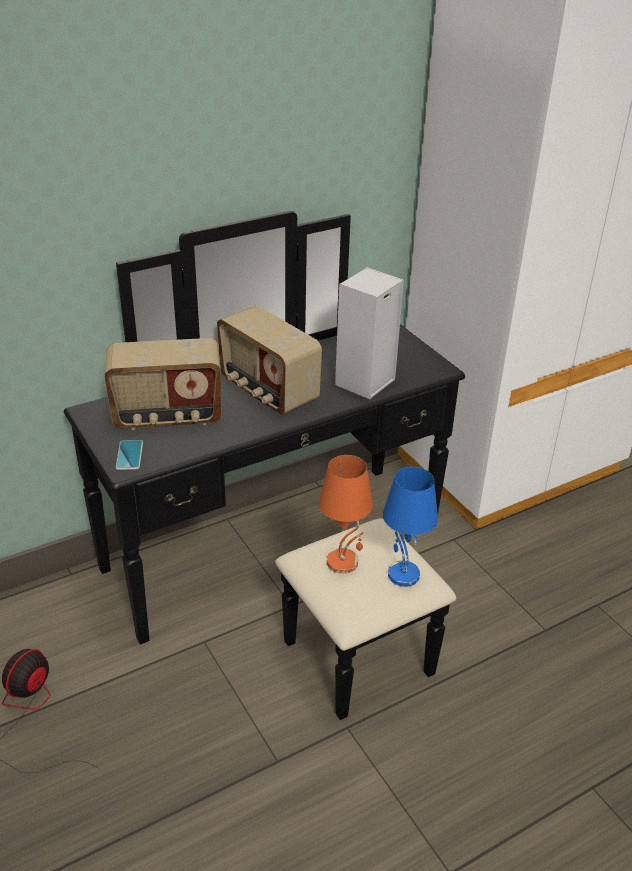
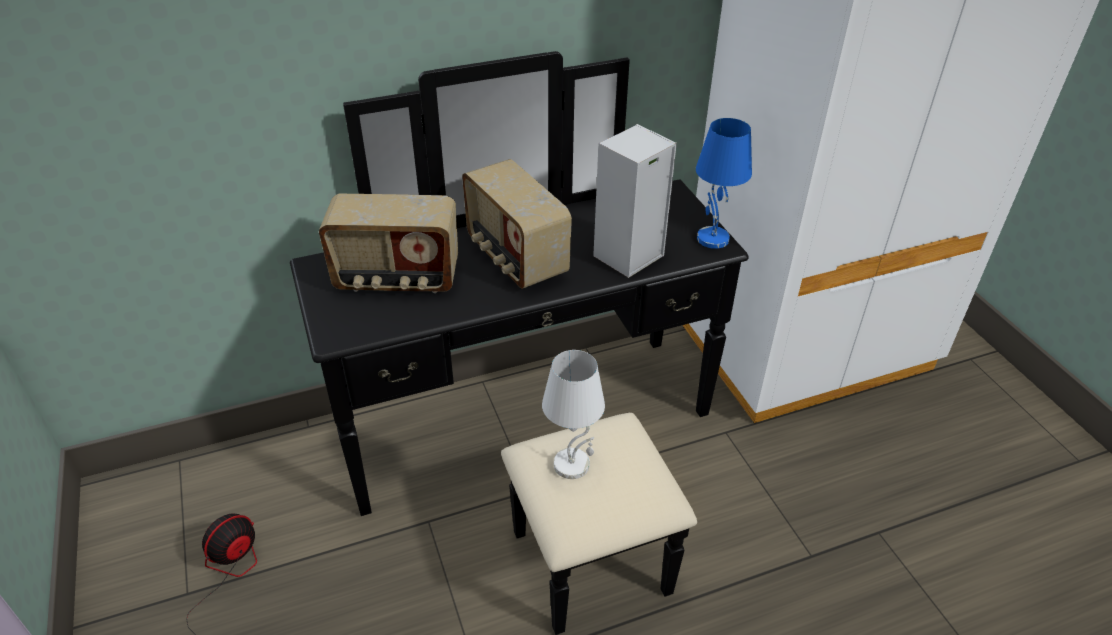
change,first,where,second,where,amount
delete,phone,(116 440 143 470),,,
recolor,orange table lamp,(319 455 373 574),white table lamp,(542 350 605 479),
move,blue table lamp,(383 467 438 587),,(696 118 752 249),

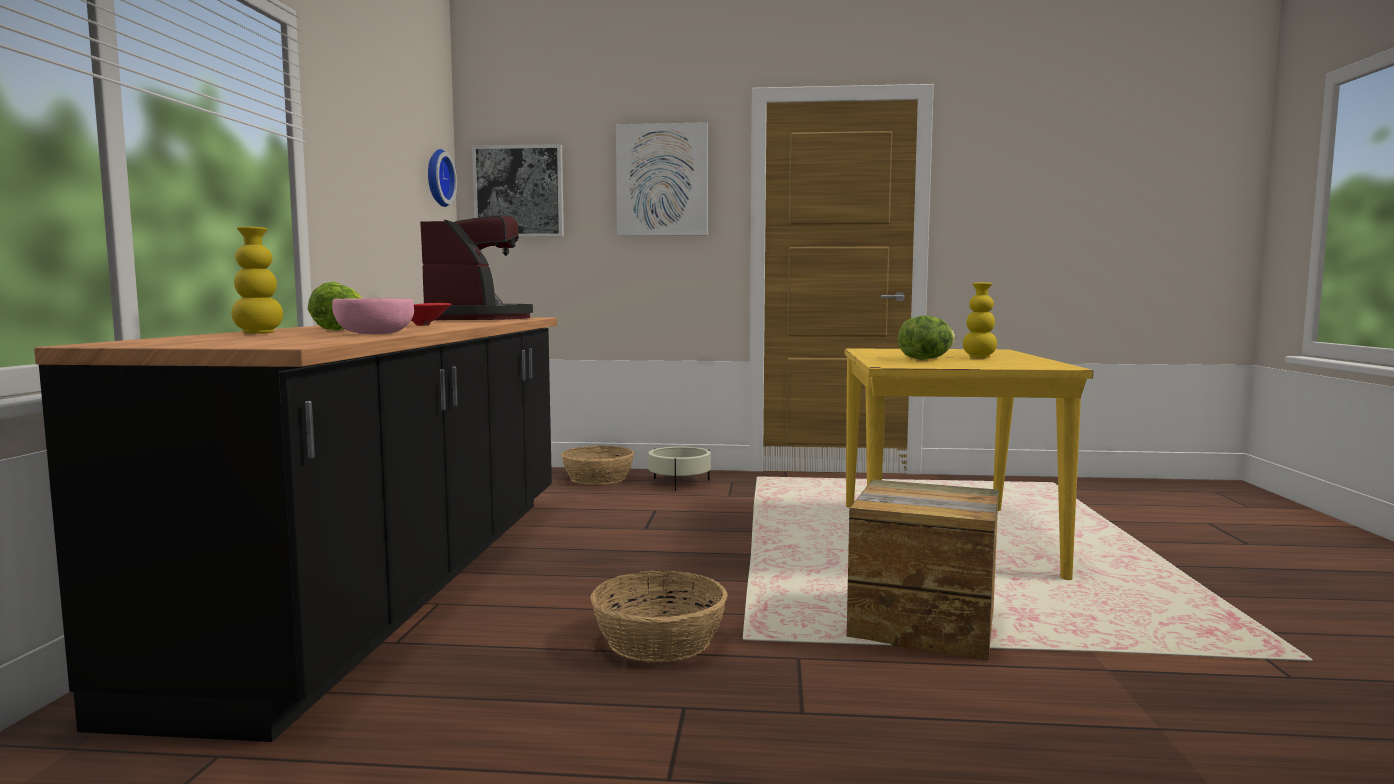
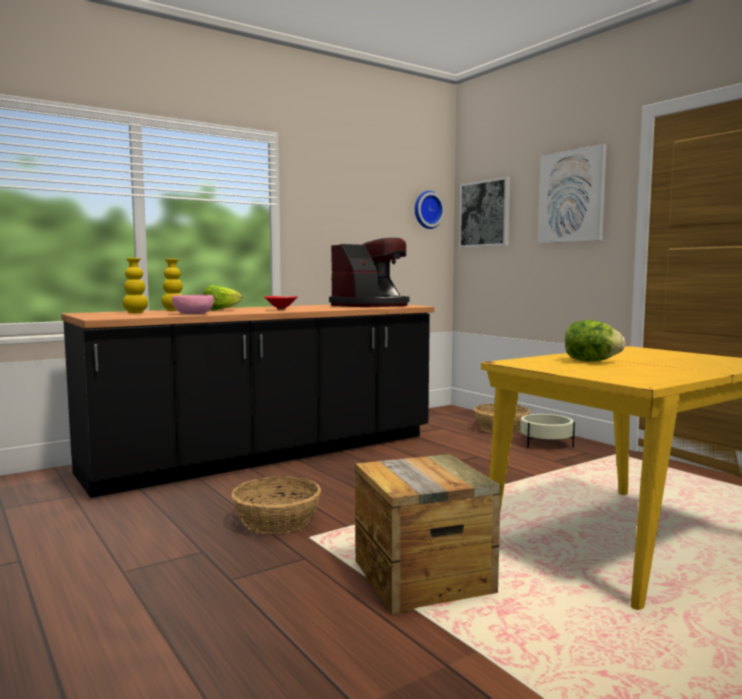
change,first,where,second,where,amount
move,yellow vase,(963 282 997 358),,(123 258 148 313),

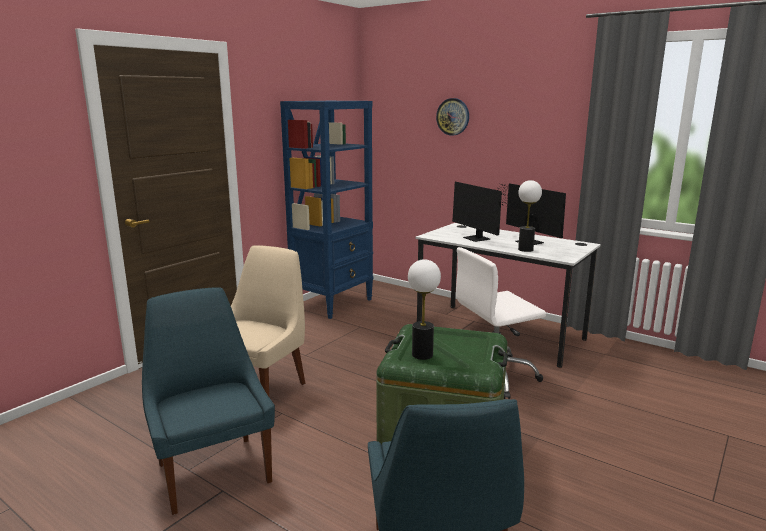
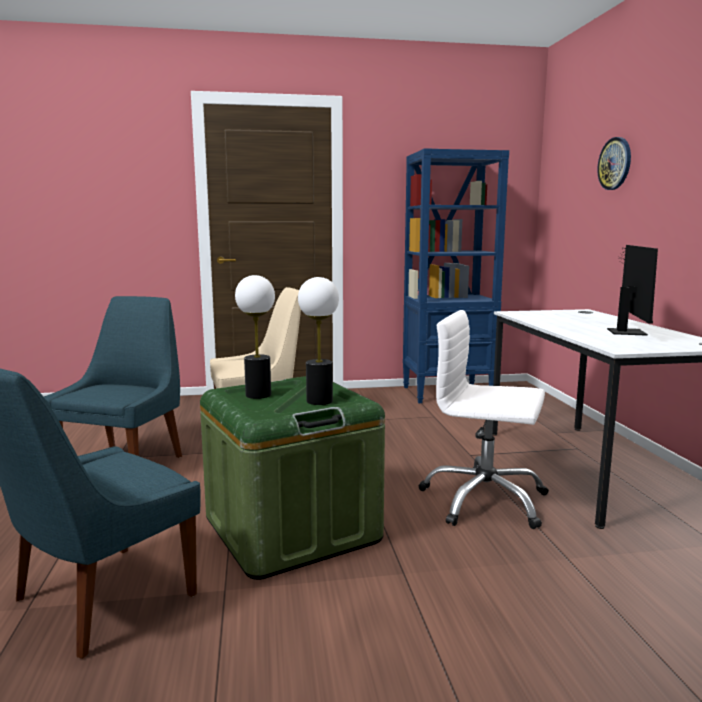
change,first,where,second,where,amount
delete,monitor,(452 182 518 242),,,
move,table lamp,(518 180 542 252),,(298 277 339 405),

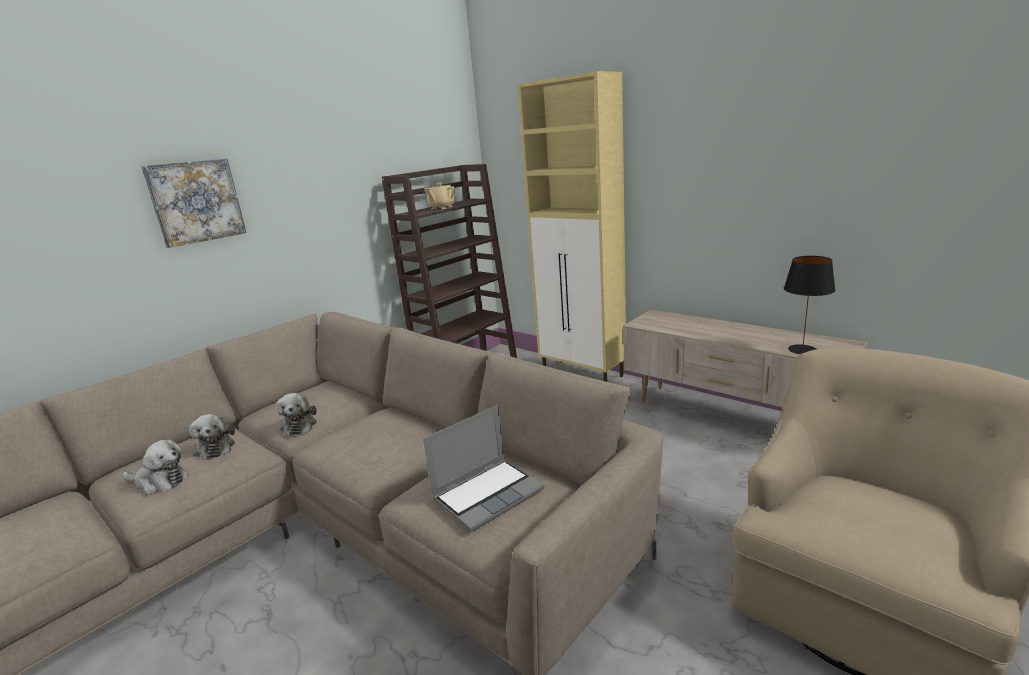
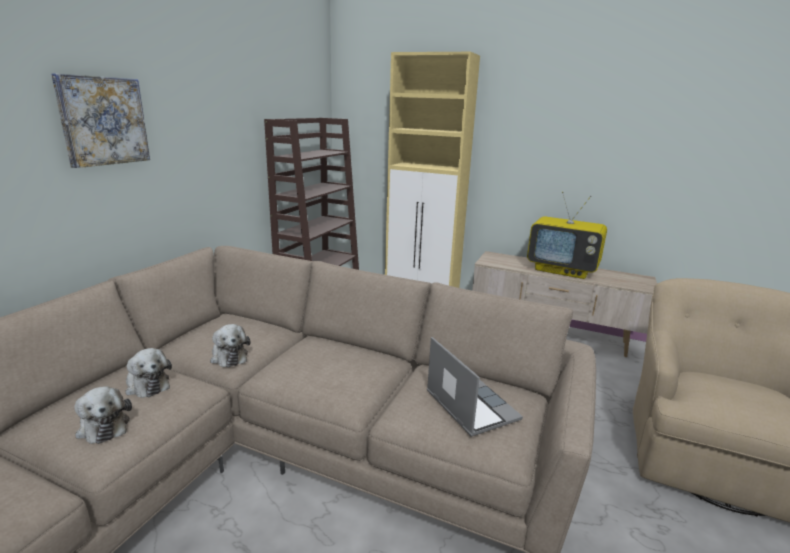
change,first,where,second,where,amount
rotate,plush toy,(122 439 189 495),,(74 386 132 444),60 degrees clockwise
rotate,laptop,(423 405 544 532),,(427 337 523 437),60 degrees counterclockwise
delete,beige teapot,(424 183 455 209),,,
delete,black table lamp,(784 256 836 354),,,
insert,,,television,(527 192 607 279),

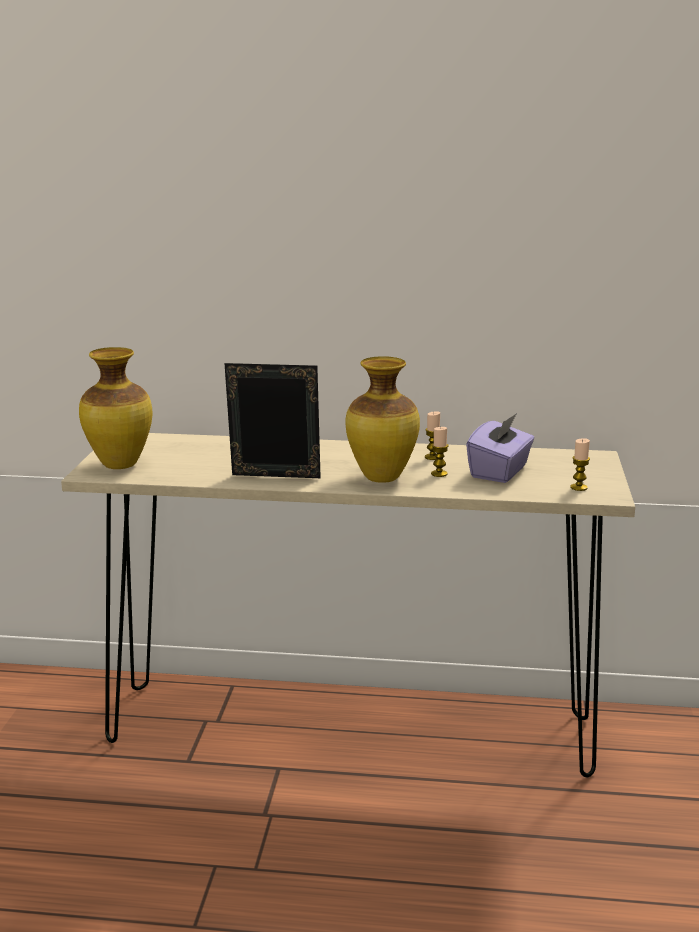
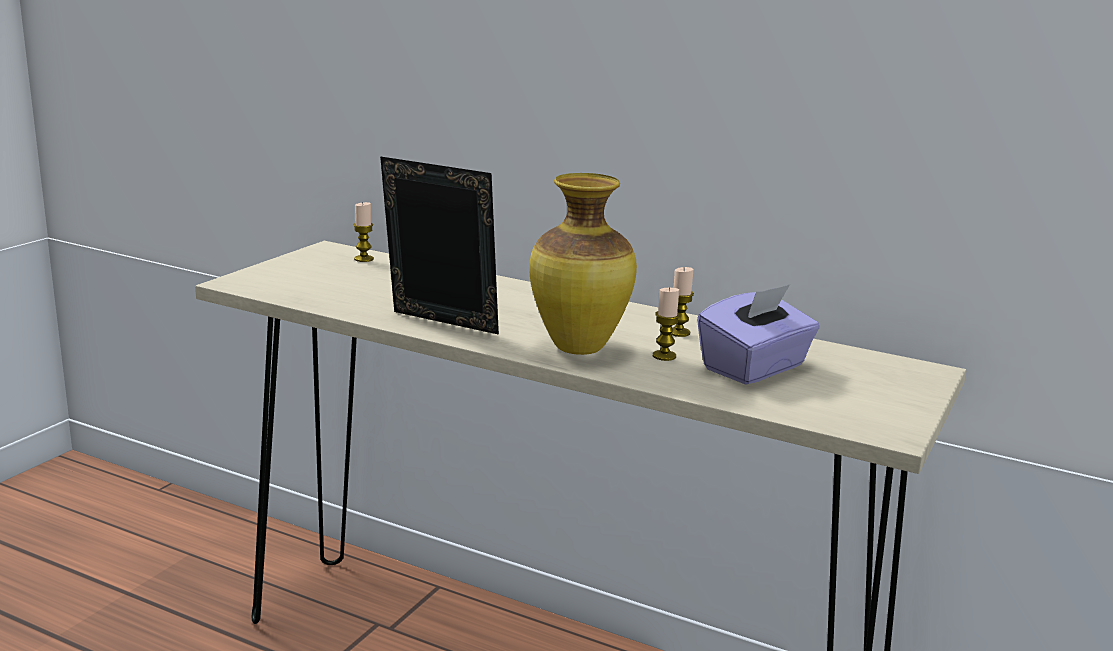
change,first,where,second,where,amount
delete,vase,(79 347 152 469),,,
move,candle,(570 438 590 491),,(353 202 374 262),

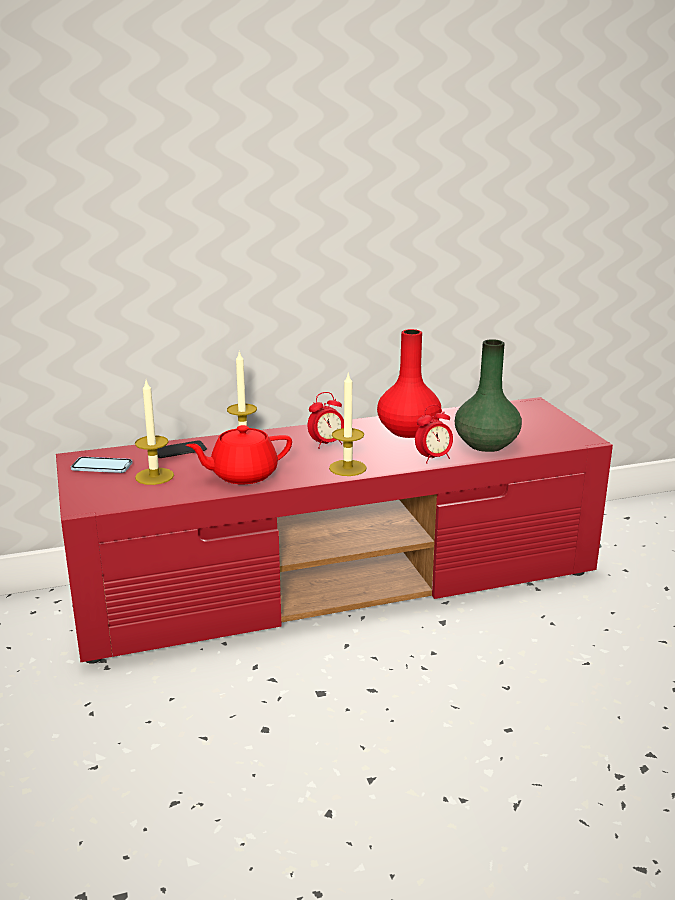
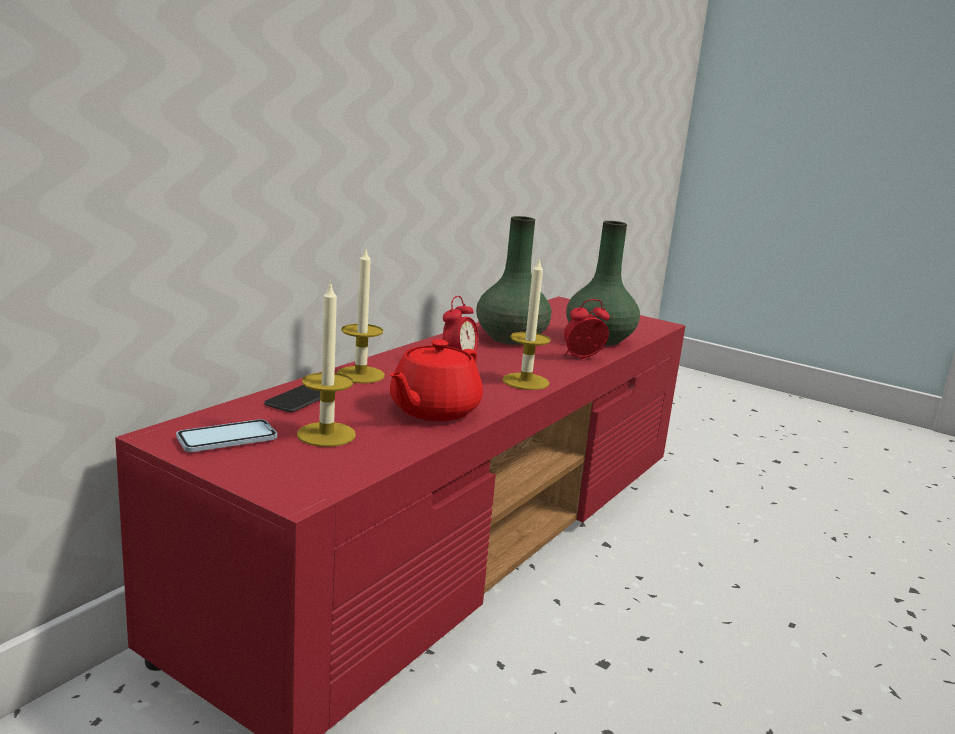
change,first,where,second,where,amount
recolor,red vase,(377 329 441 438),green vase,(476 216 551 345),
rotate,alarm clock,(415 405 453 463),,(564 299 610 360),135 degrees counterclockwise

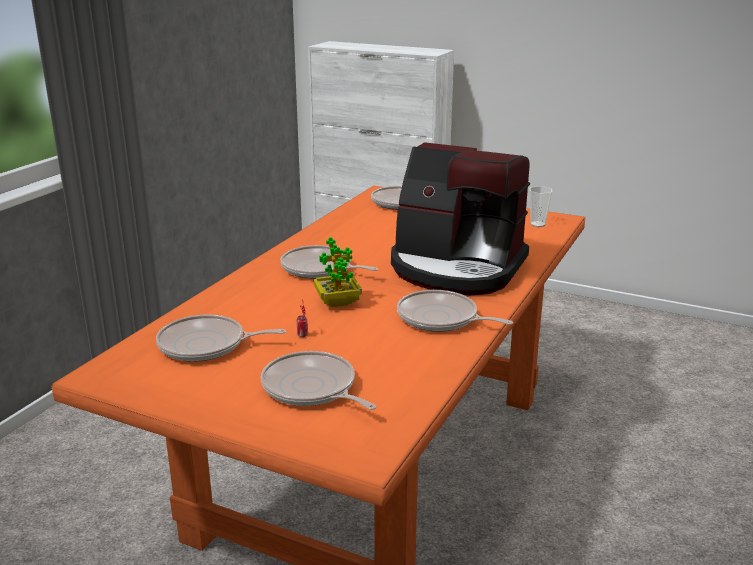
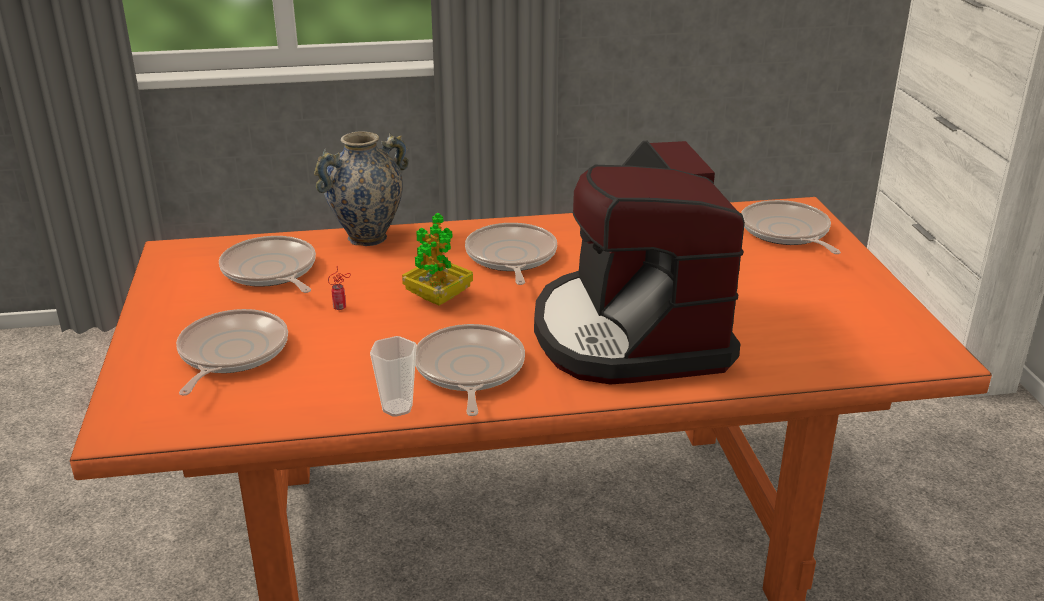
change,first,where,second,where,amount
move,cup,(530 186 552 227),,(370 336 417 417),
insert,,,vase,(314 131 409 246),

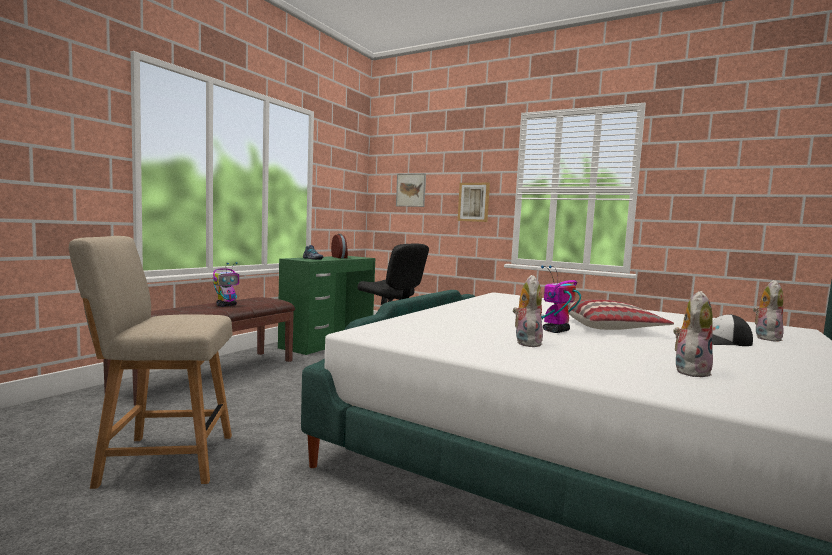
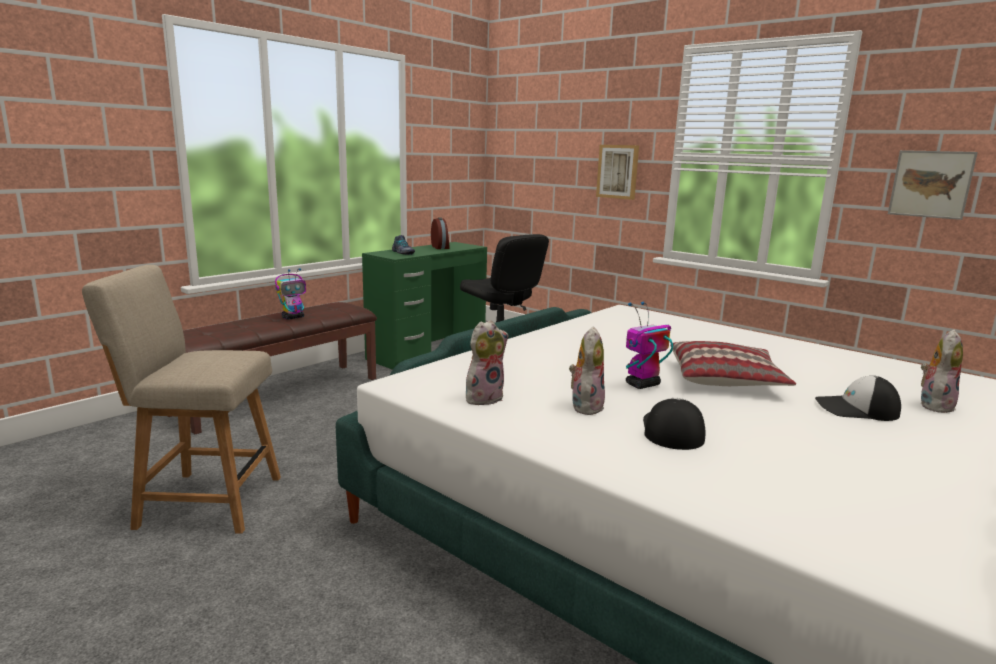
change,first,where,second,where,amount
move,picture,(396 173 426 207),,(888 150 978 220),
move,plush toy,(673 291 713 377),,(466 320 508 405),
insert,,,cap,(643 398 705 450),

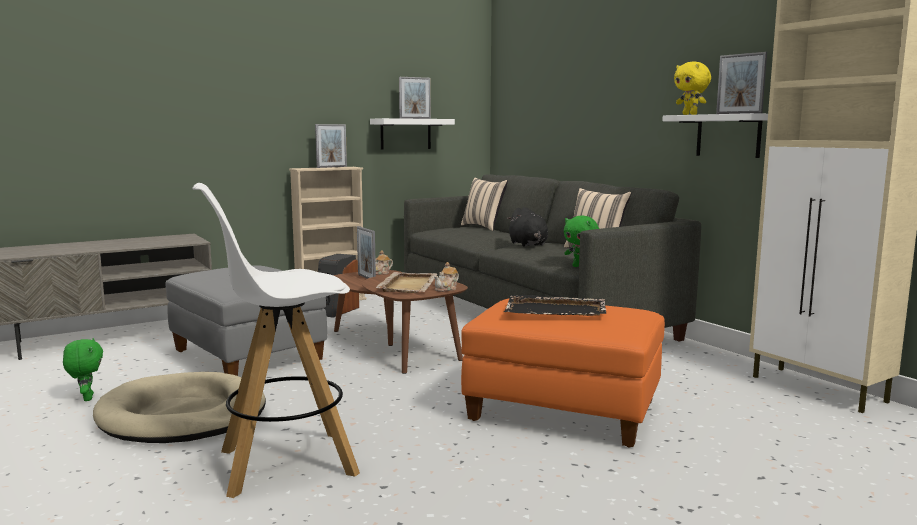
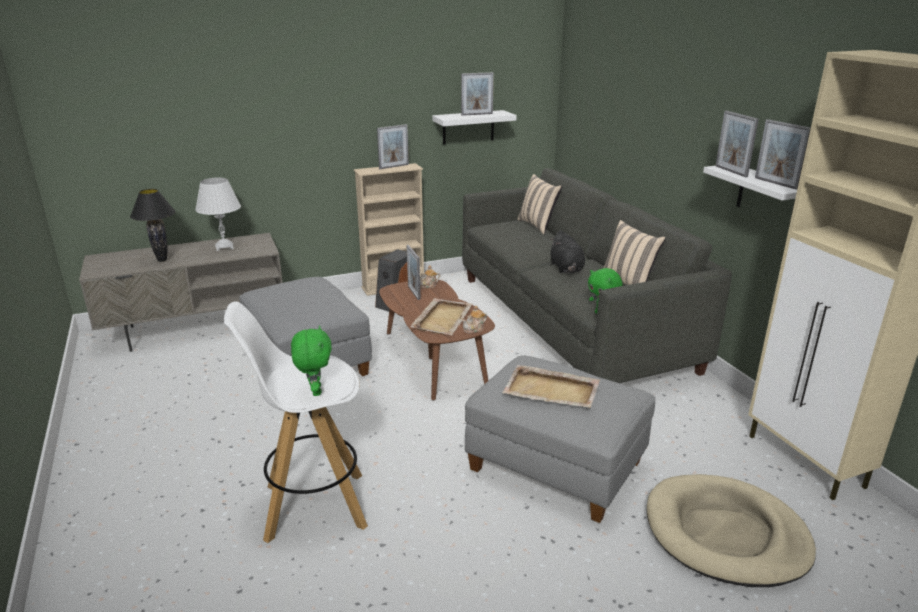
change,first,where,second,where,amount
move,green plush toy,(63 338 103 401),,(291 325 332 396),
move,beige dog bed,(93 372 266 443),,(646 474 816 587),
recolor,orange ottoman,(461 298 665 447),grey ottoman,(465 355 655 523),
recolor,black tray,(504 295 607 316),beige tray,(502 365 600 408),
replace,yellow plush toy,(674 62 711 115),picture frame,(716 111 759 177),
insert,,,black table lamp,(130 189 176 262),
insert,,,white table lamp,(195 177 241 251),

